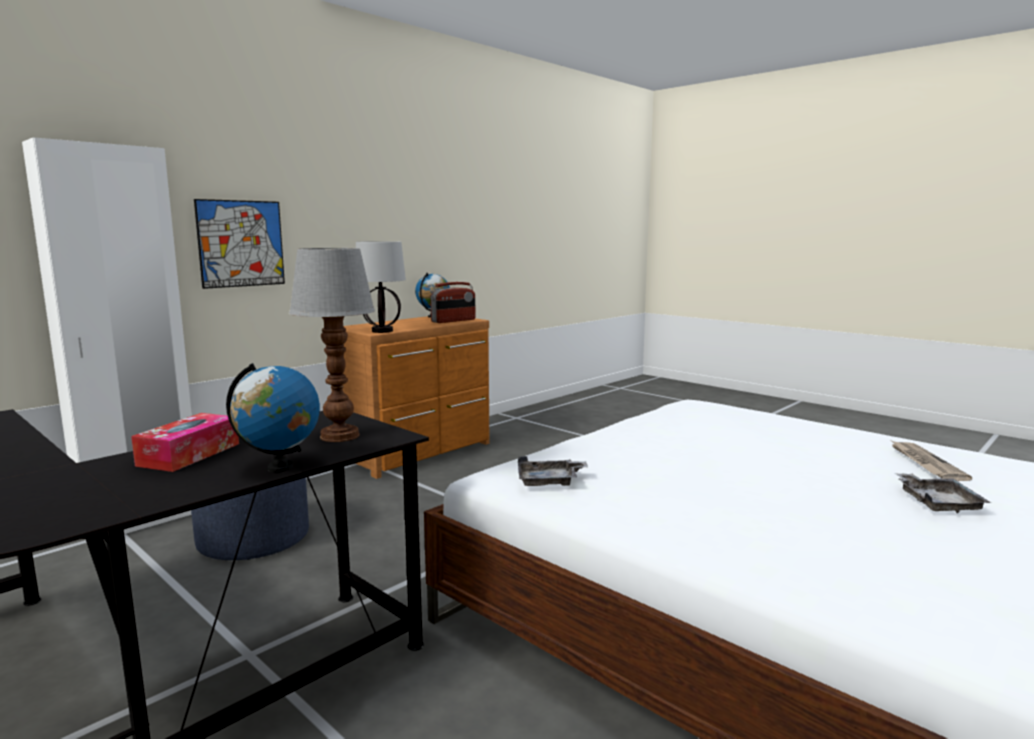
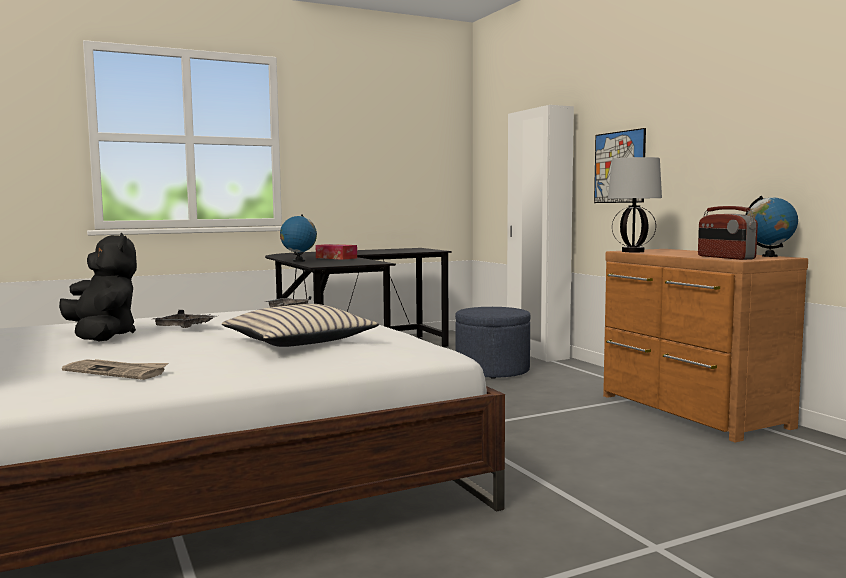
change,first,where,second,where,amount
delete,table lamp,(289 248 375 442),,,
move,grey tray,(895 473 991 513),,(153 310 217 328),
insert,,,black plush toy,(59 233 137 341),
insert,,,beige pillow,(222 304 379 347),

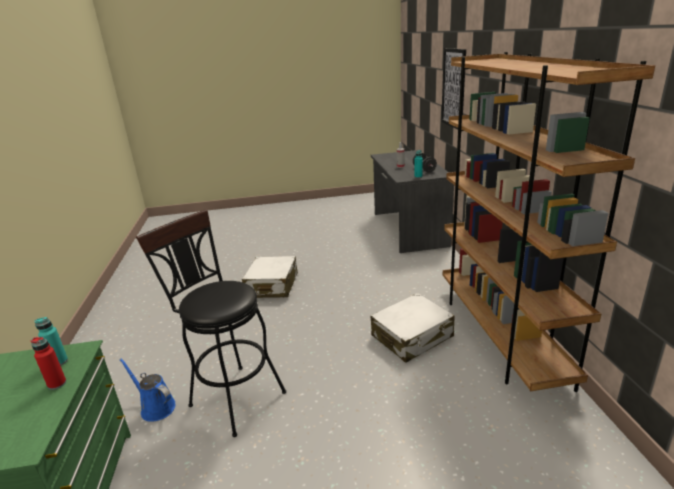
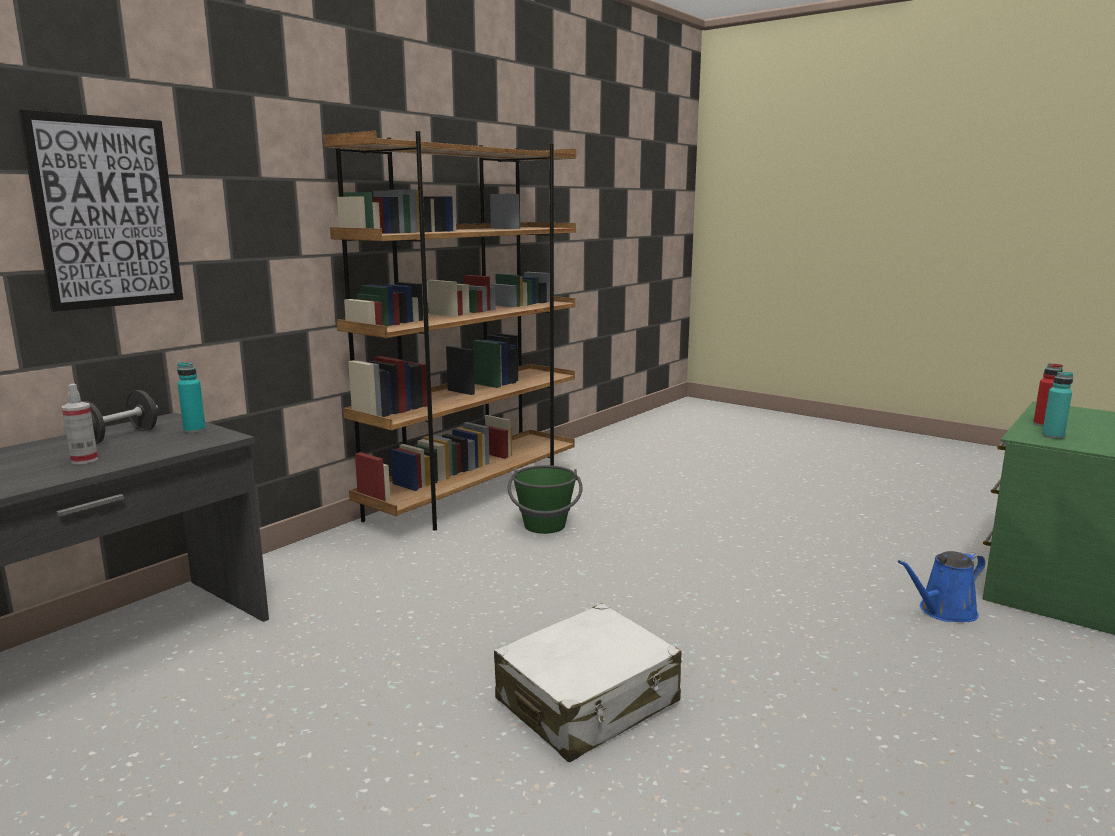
change,first,where,second,where,amount
rotate,blue watering can,(120 358 175 422),,(898 551 985 622),75 degrees clockwise
delete,black stool,(136 210 286 437),,,
replace,white suitcase,(371 293 455 363),green bucket,(508 465 583 534),

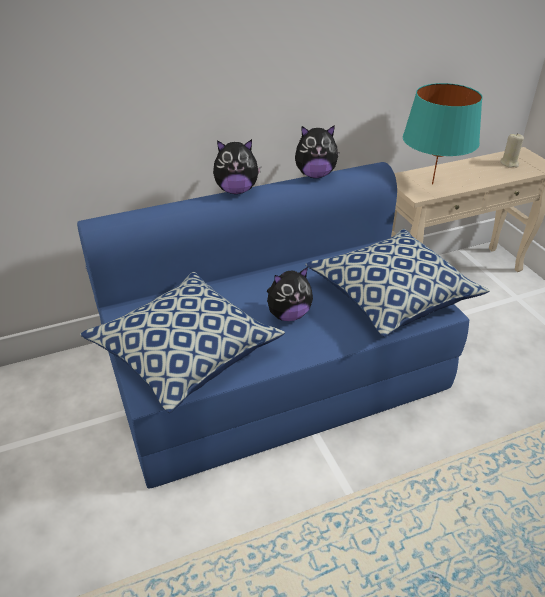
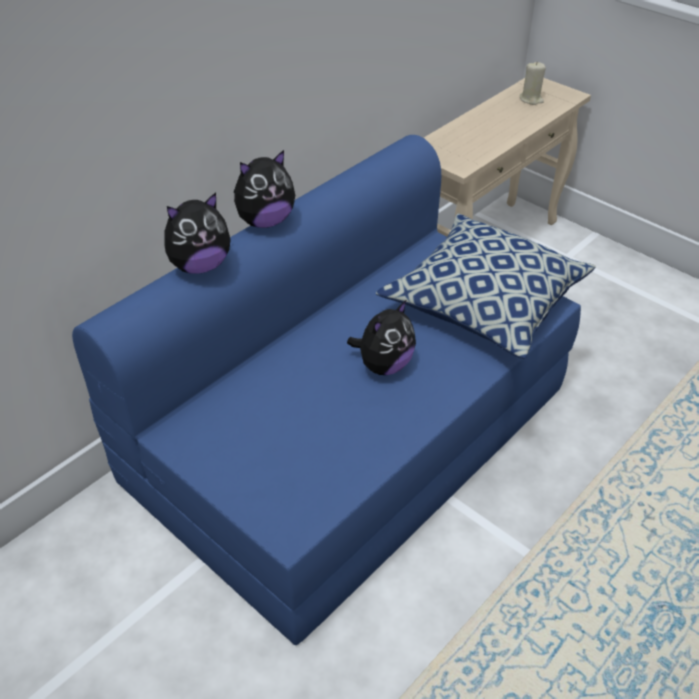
change,first,where,second,where,amount
delete,pillow,(80 272 285 413),,,
move,plush toy,(295 125 339 178),,(164 193 231 274),
delete,turquoise table lamp,(403 83 483 185),,,

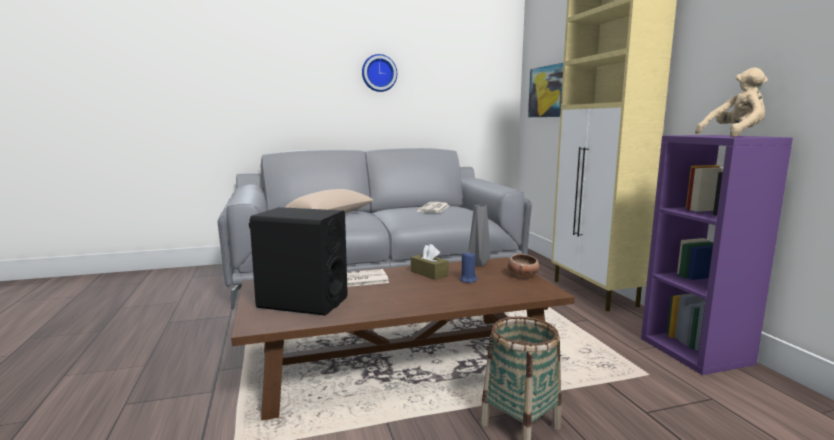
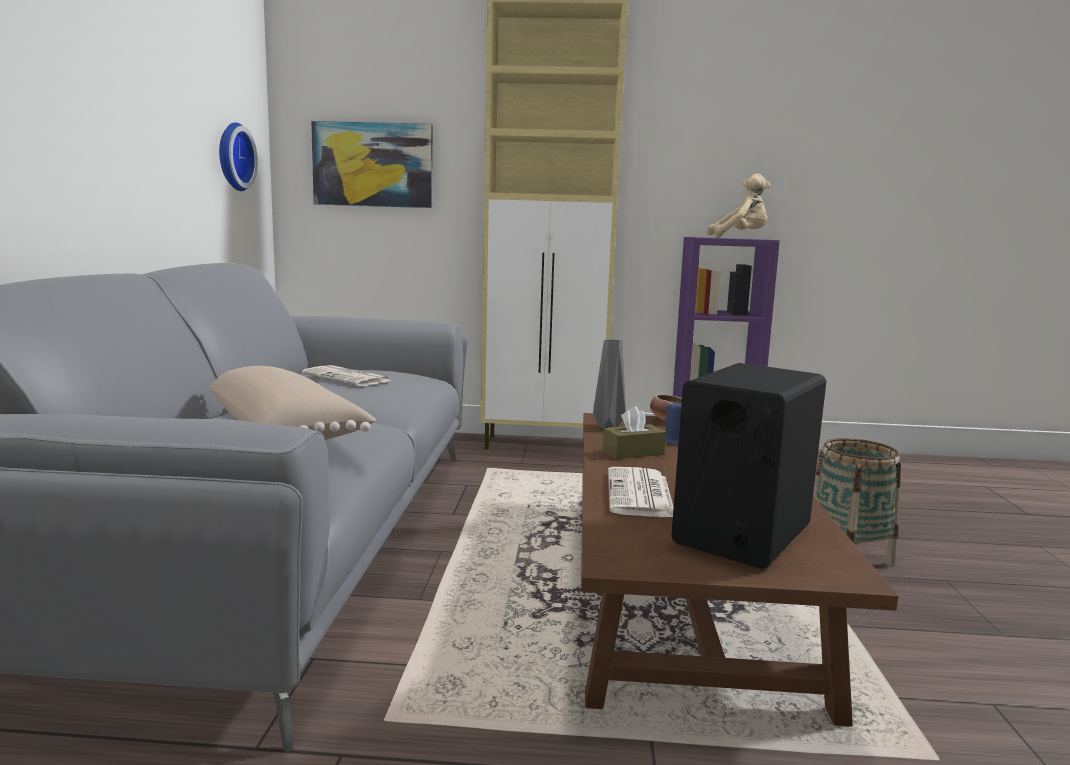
change,first,where,second,where,amount
move,wall clock,(362 54 397 92),,(219 122 258 191),
rotate,beige plush toy,(695 68 768 137),,(707 174 771 238),90 degrees clockwise

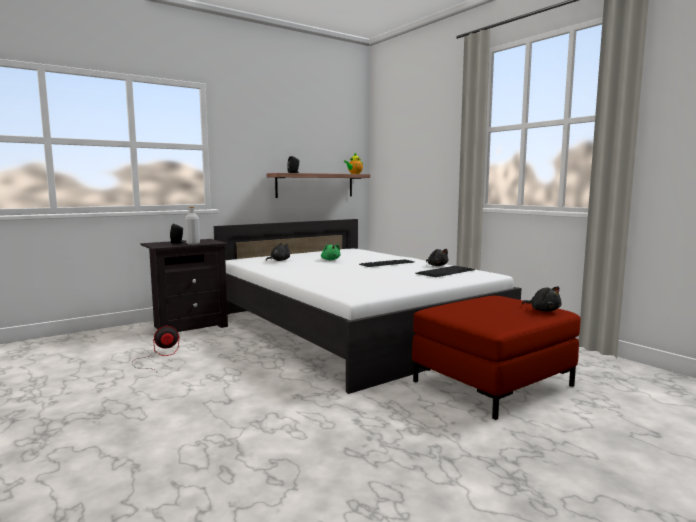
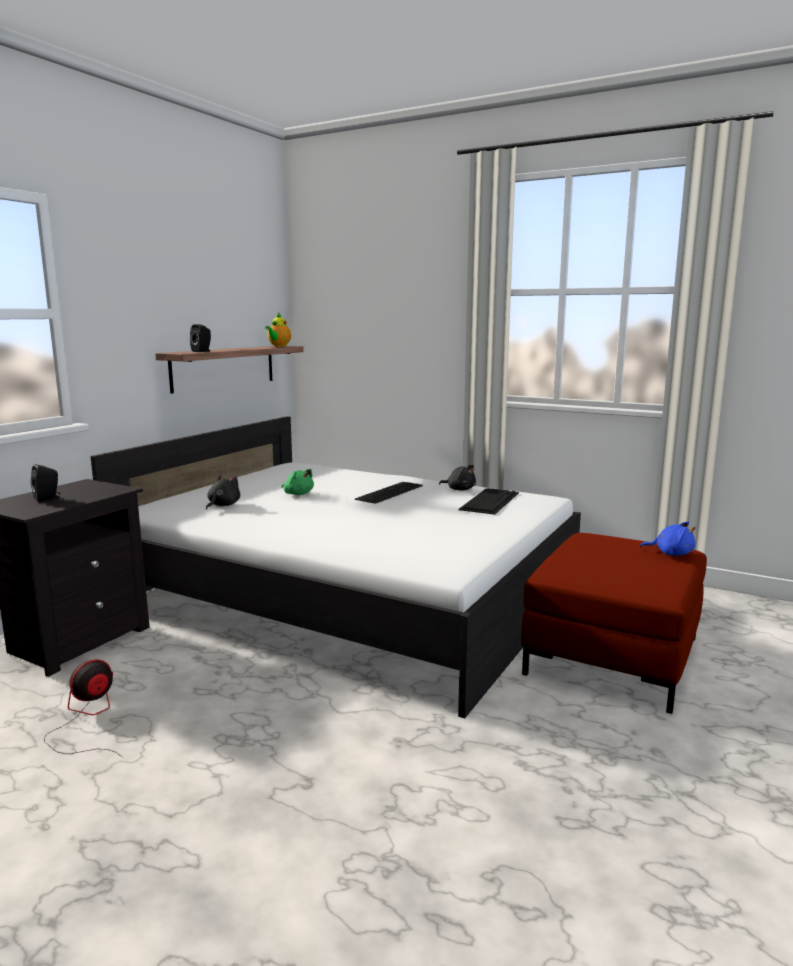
change,first,where,second,where,amount
delete,grey bottle,(185 206 200 245),,,
recolor,black plush toy,(522 286 562 312),blue plush toy,(640 522 696 556),

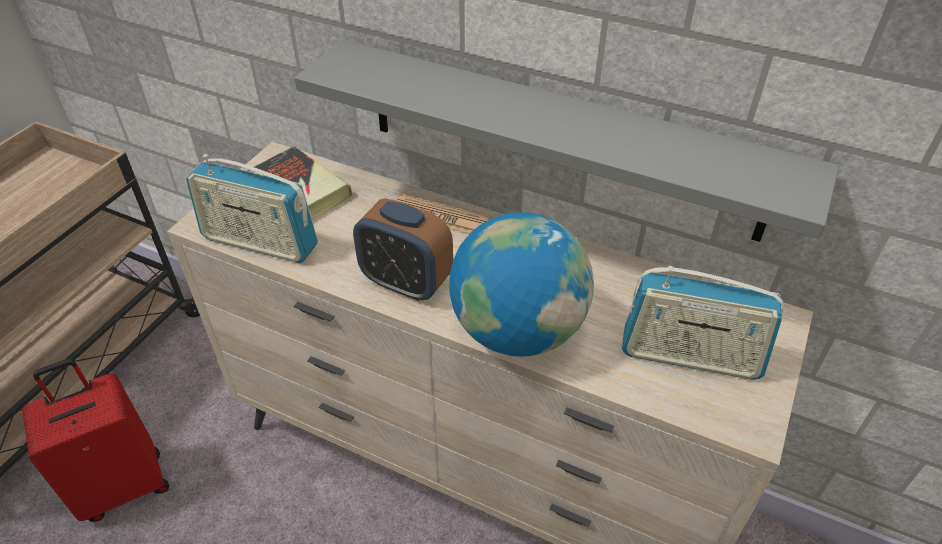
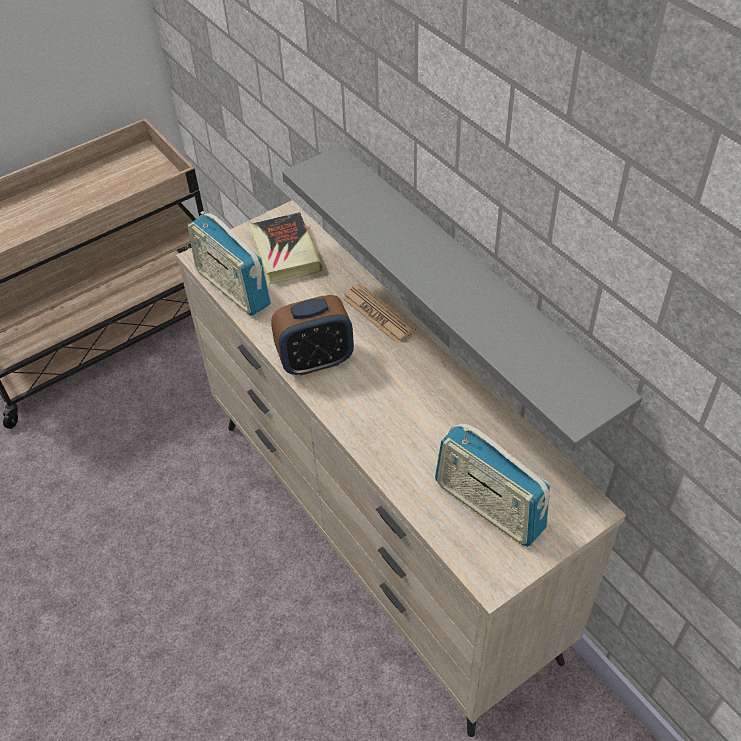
change,first,where,second,where,amount
delete,red suitcase,(22 359 169 522),,,
rotate,alarm clock,(353 198 453 301),,(271 295 354 376),75 degrees counterclockwise
delete,globe,(449 212 594 356),,,

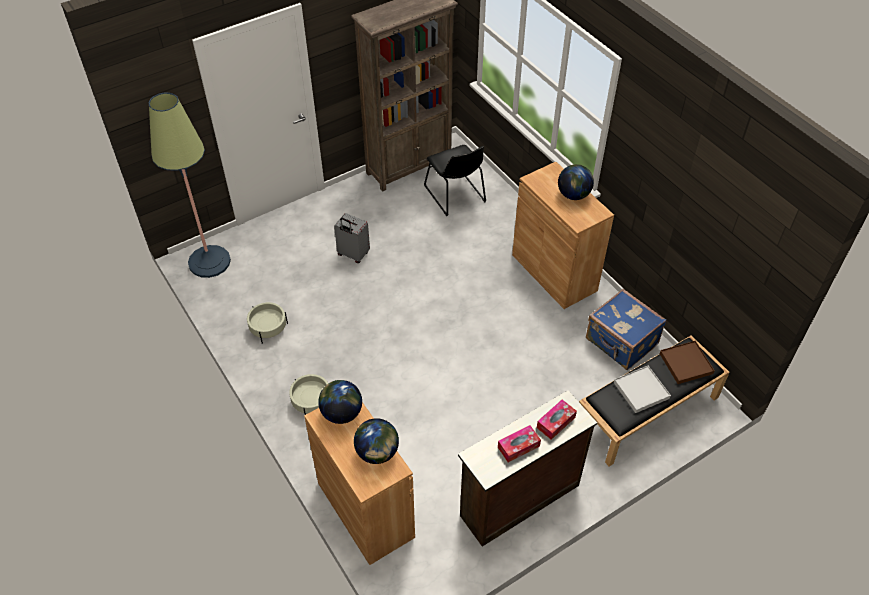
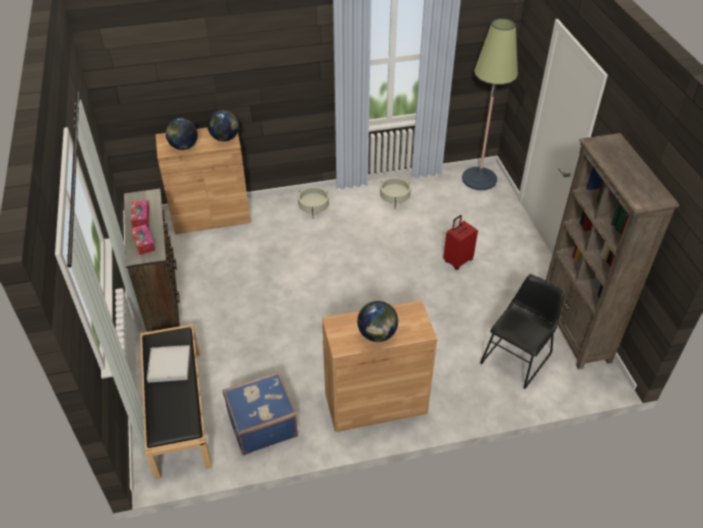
change,first,where,second,where,amount
recolor,grey suitcase,(334 213 370 263),red suitcase,(443 215 478 270),
rotate,black chair,(424 145 486 216),,(480 274 565 389),135 degrees clockwise
delete,brown tray,(660 341 715 384),,,

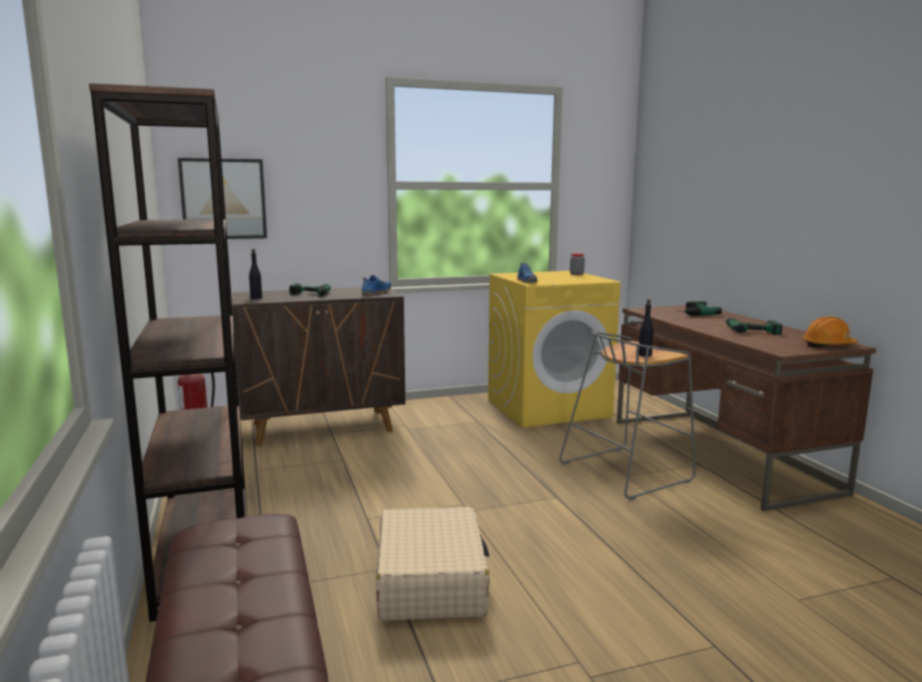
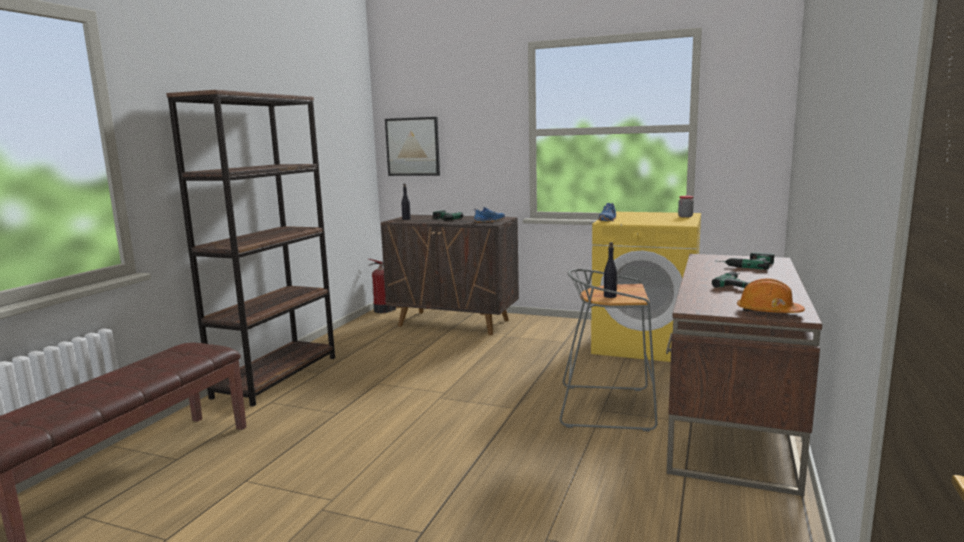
change,first,where,second,where,amount
delete,beige suitcase,(376 507 490 621),,,

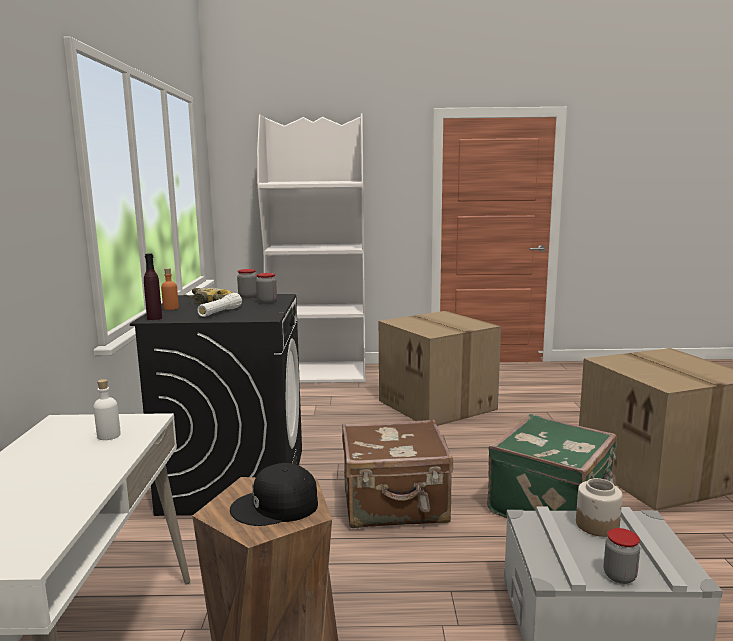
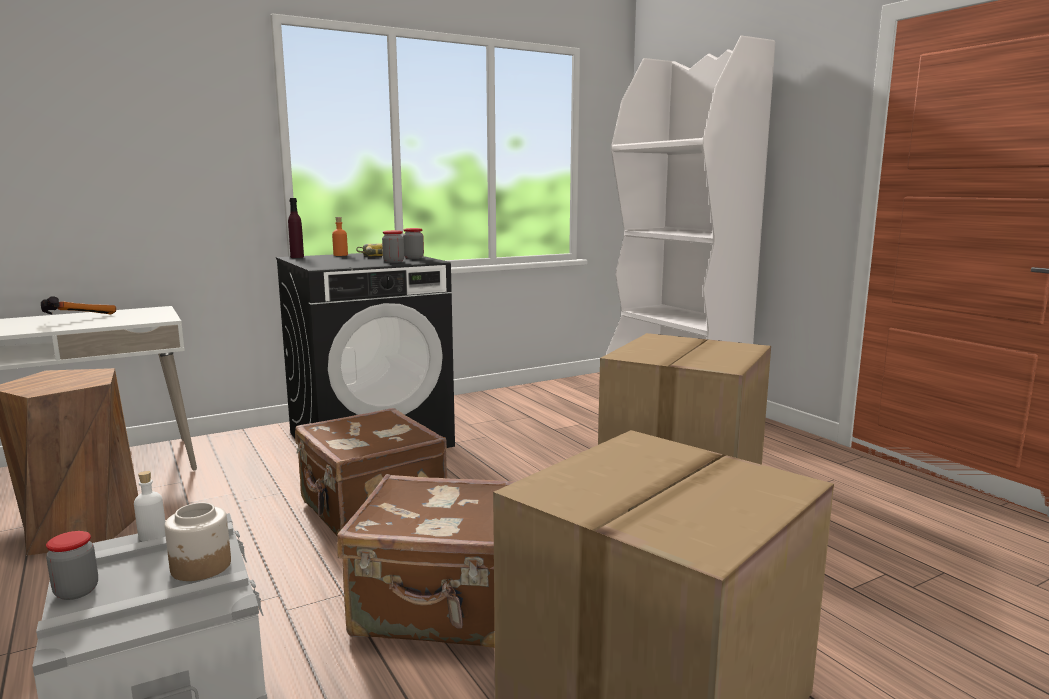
change,first,where,second,where,amount
move,white bottle,(93 379 121 440),,(134 471 165 541),
delete,white flashlight,(197 293 242 317),,,
delete,black cap,(230 463 318 526),,,
recolor,green suitcase,(487 414 617 518),brown suitcase,(337 474 516 648),
insert,,,hammer,(41 296 116 315),

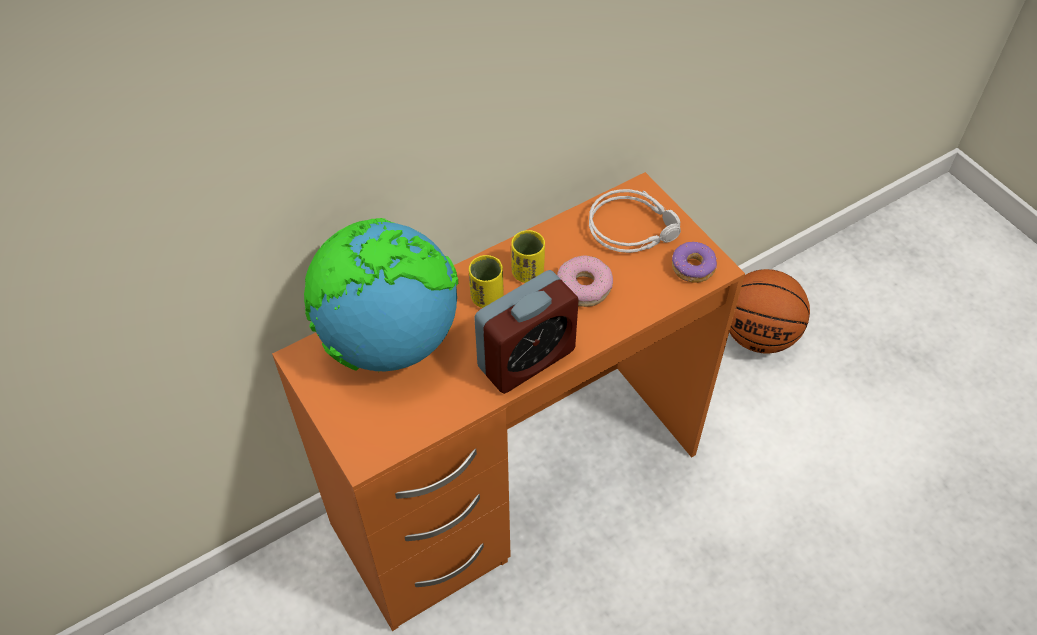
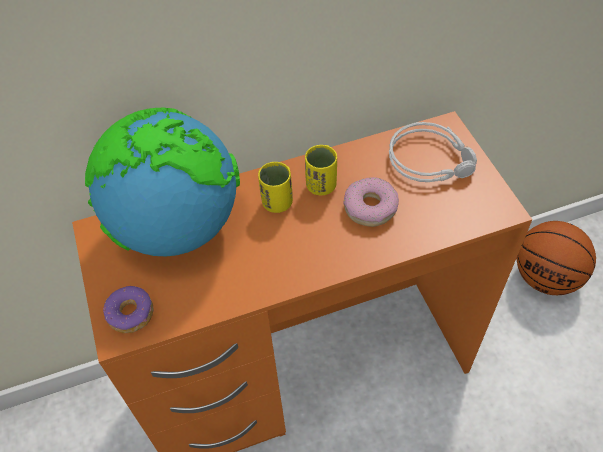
change,first,where,second,where,amount
delete,alarm clock,(474 270 579 394),,,
move,donut,(672 242 717 283),,(103 286 153 333),

